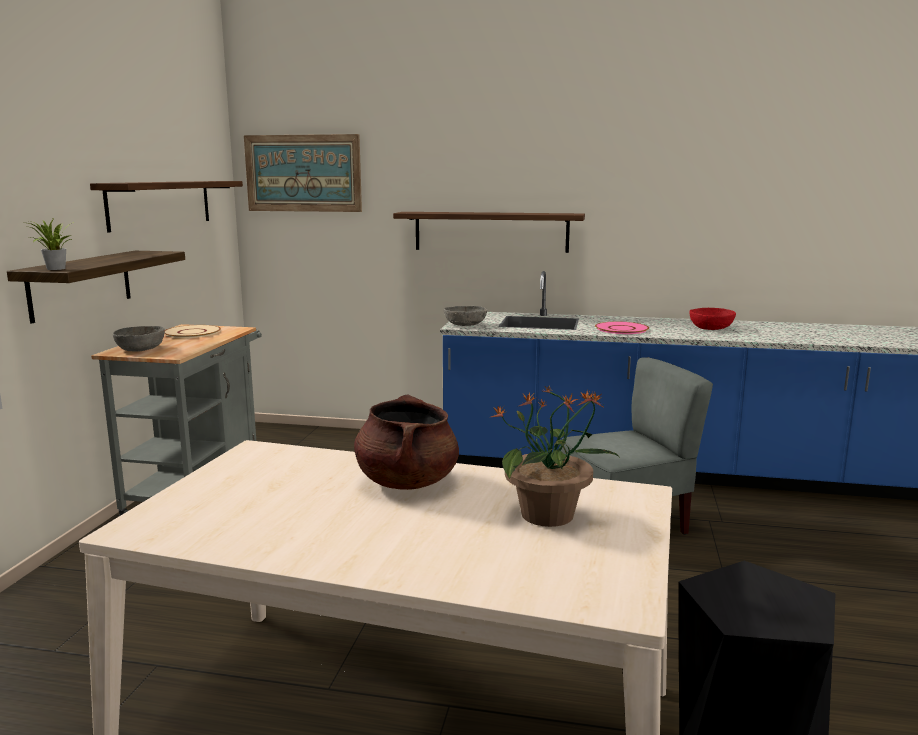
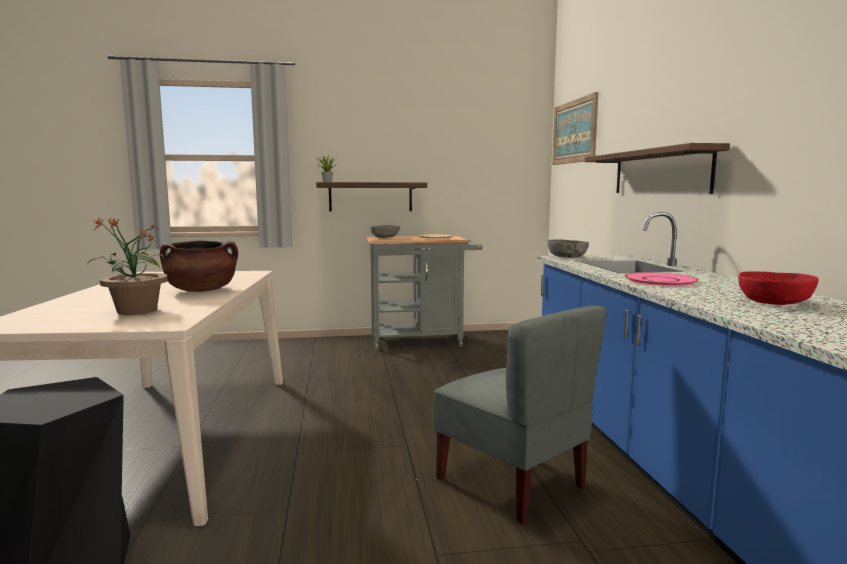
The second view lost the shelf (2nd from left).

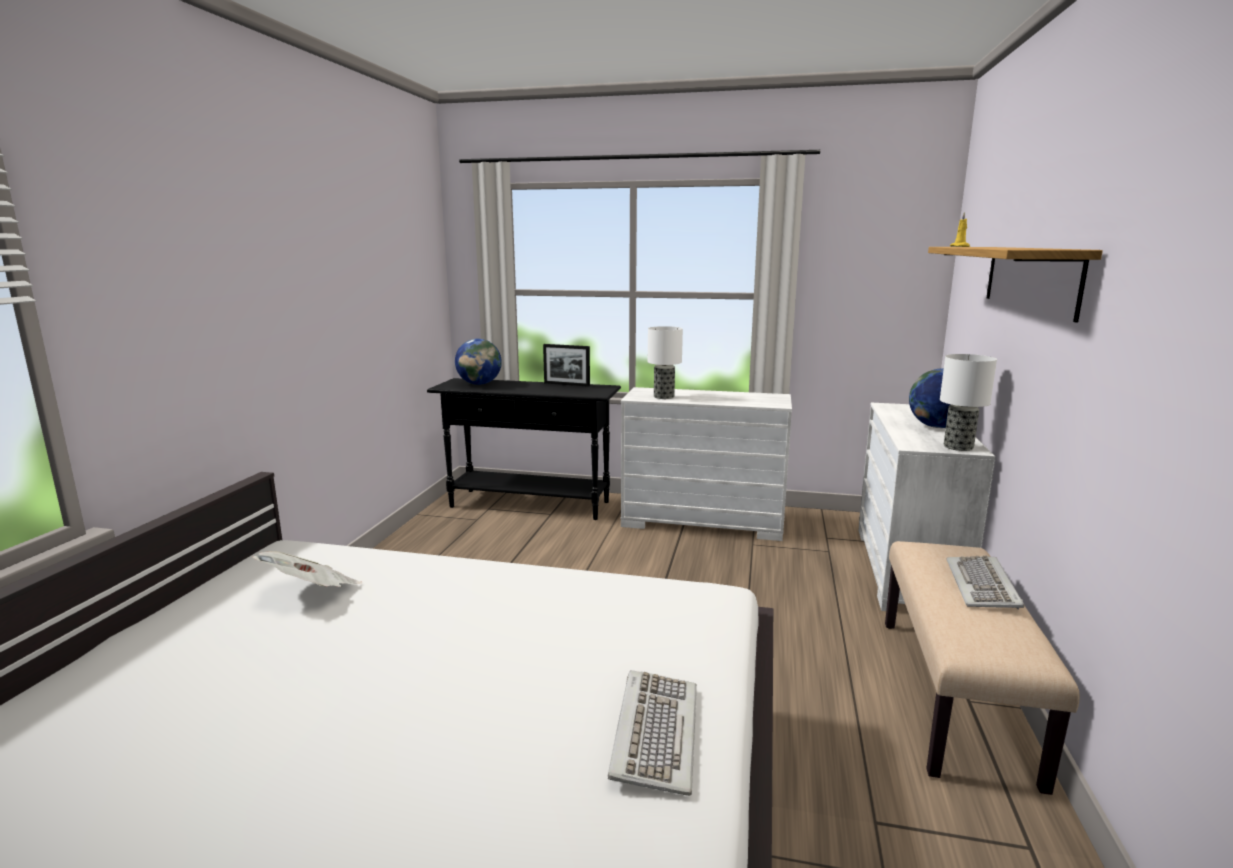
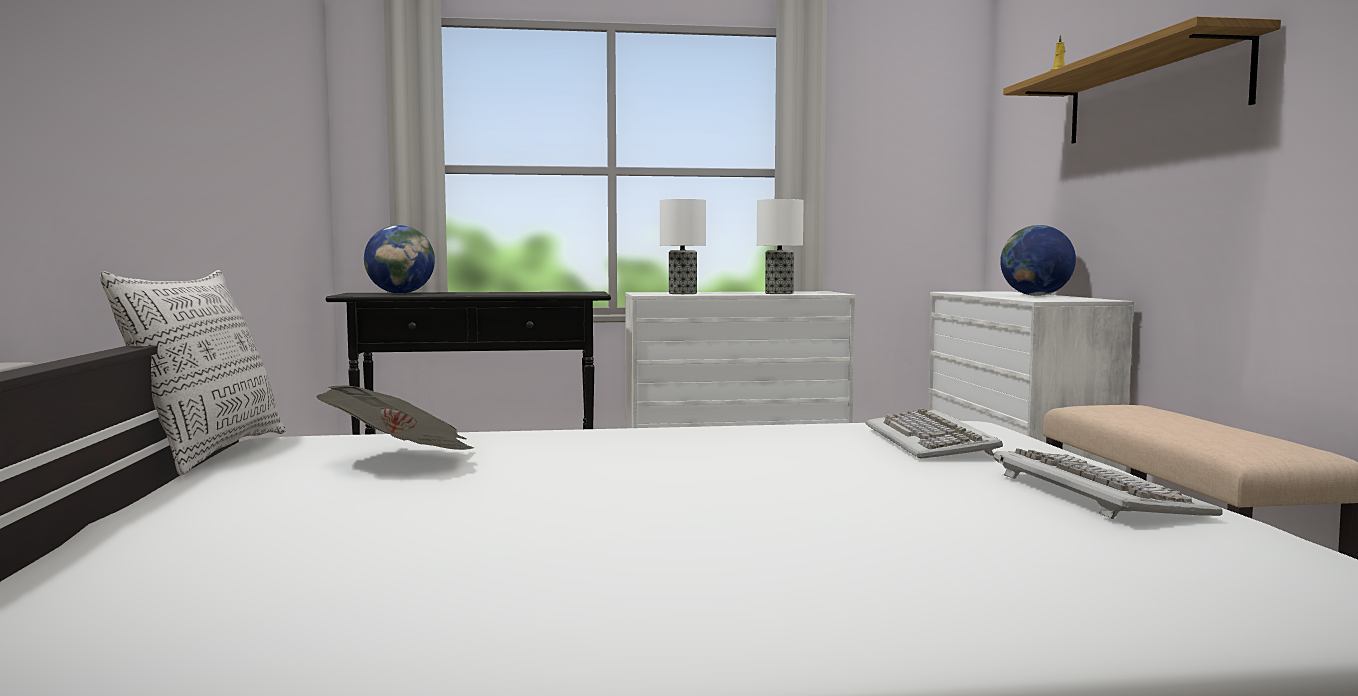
The second view gained the pillow. The table lamp (2nd from left) ended up elsewhere. The keyboard (2nd from left in the first image) ended up elsewhere. The second view lost the picture frame.

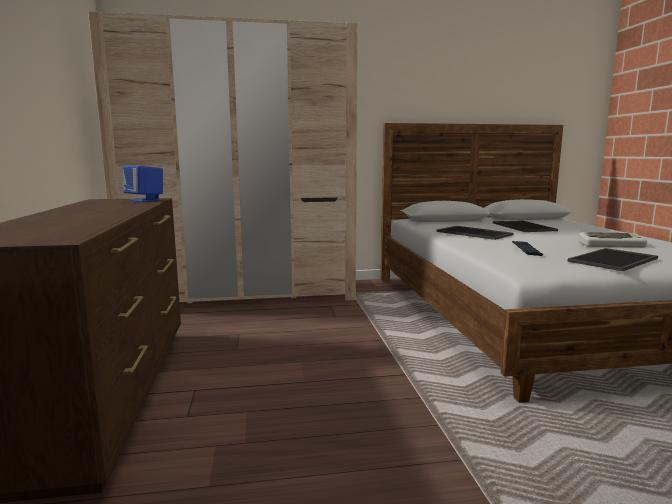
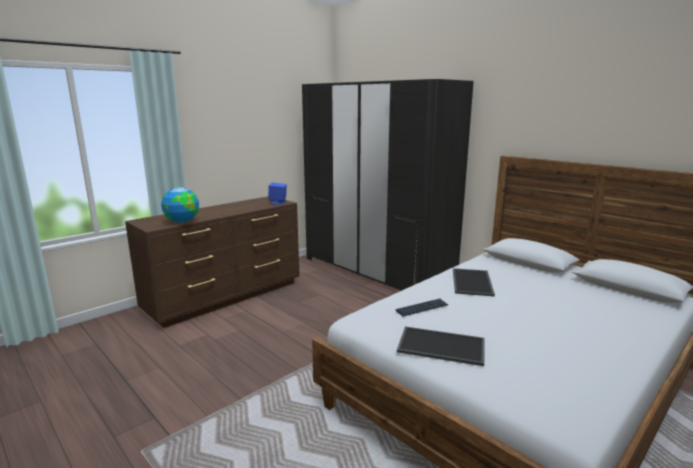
The second view gained the globe. What was the wardrobe in beige turned into the wardrobe in black. The second view lost the tray (2nd from left). The second view lost the keyboard (2nd from left).

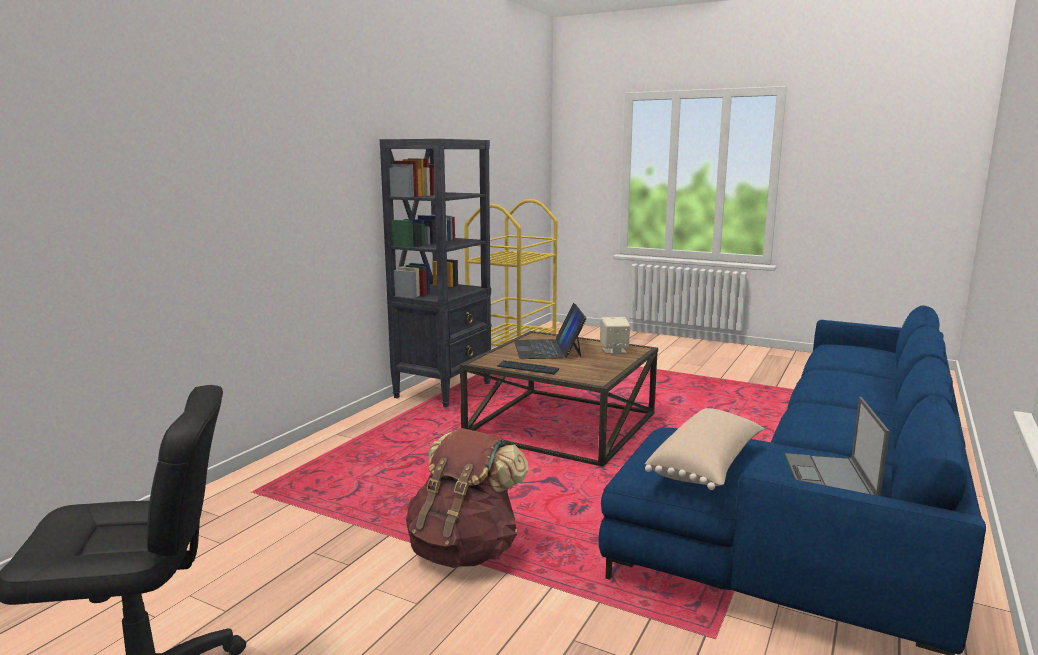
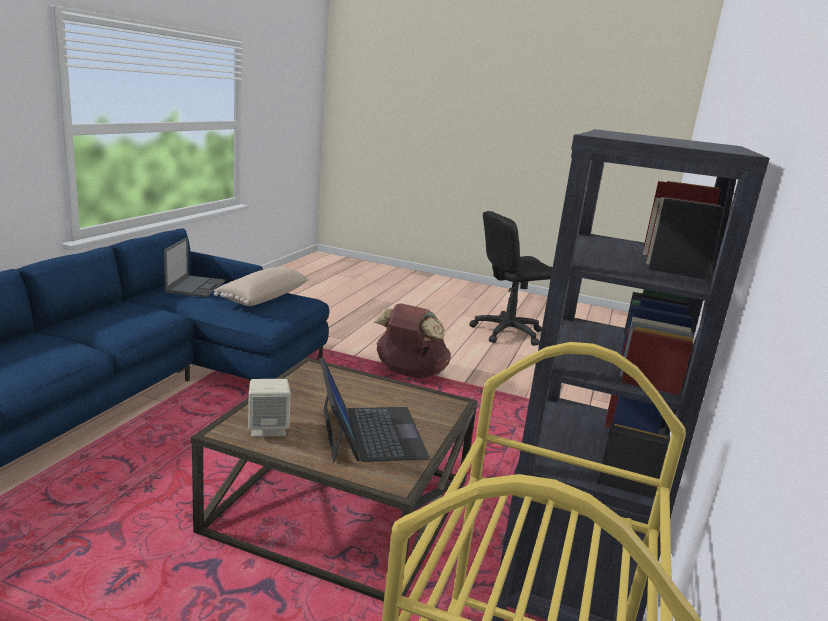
The second view lost the keyboard.

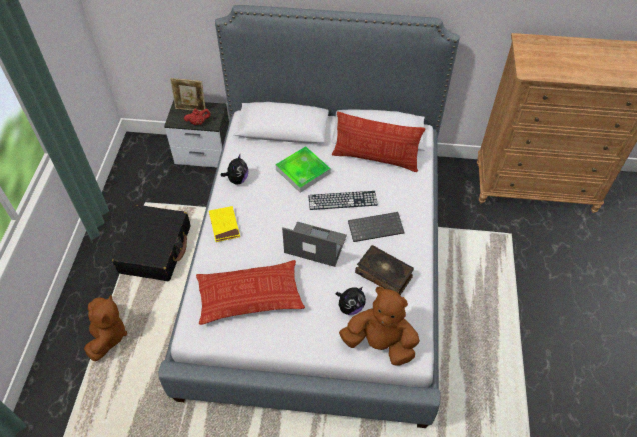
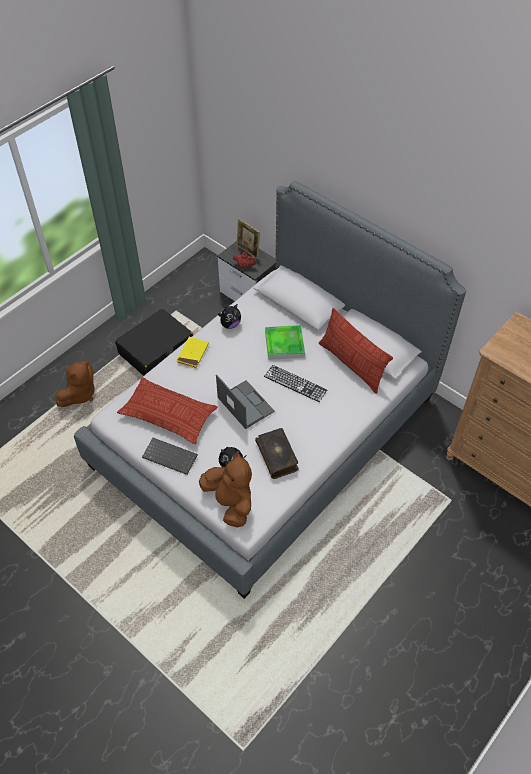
The keyboard (2nd from left in the first image) ended up elsewhere.

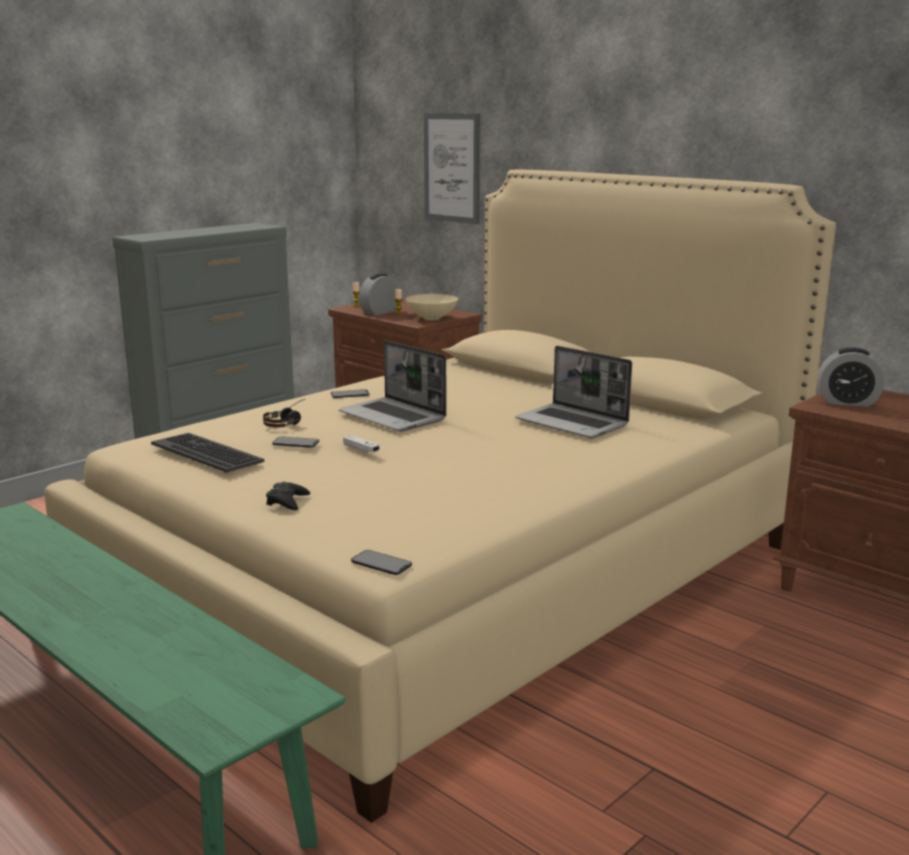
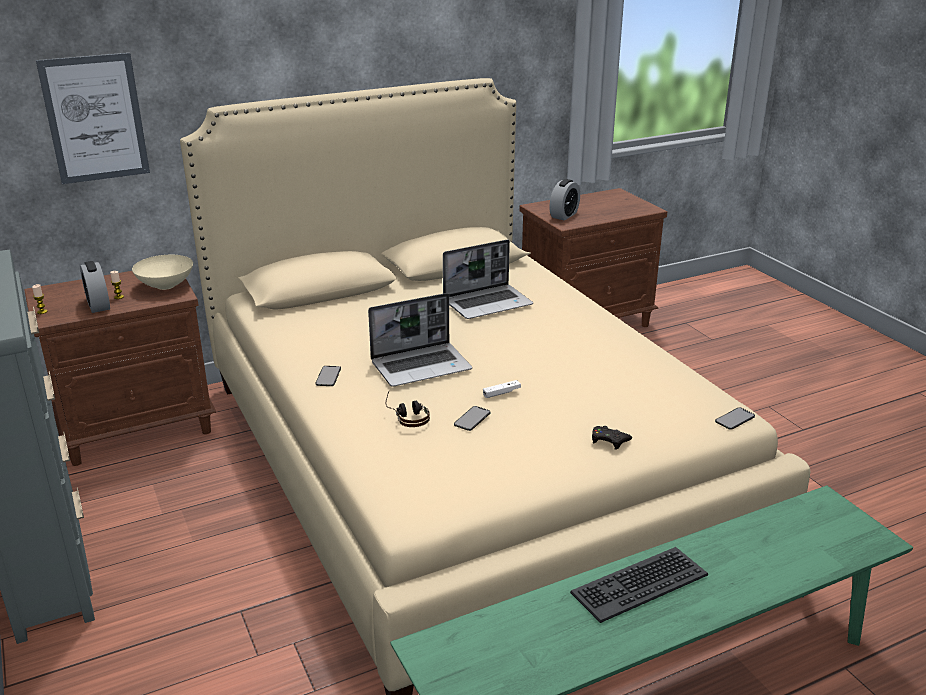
The keyboard ended up elsewhere.

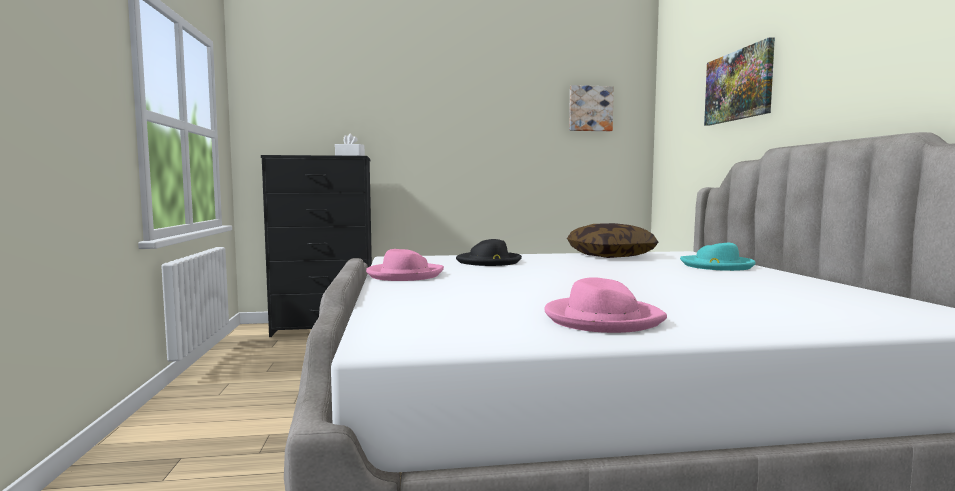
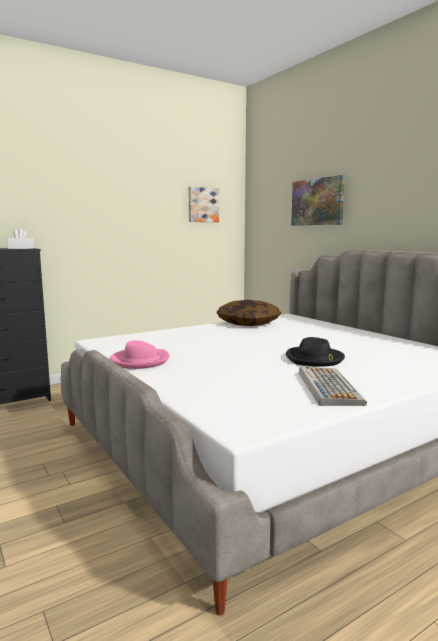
The hat in black ended up elsewhere. Where the hat in pink (2nd from left) stood, the keyboard came to stand. The second view lost the hat in turquoise.

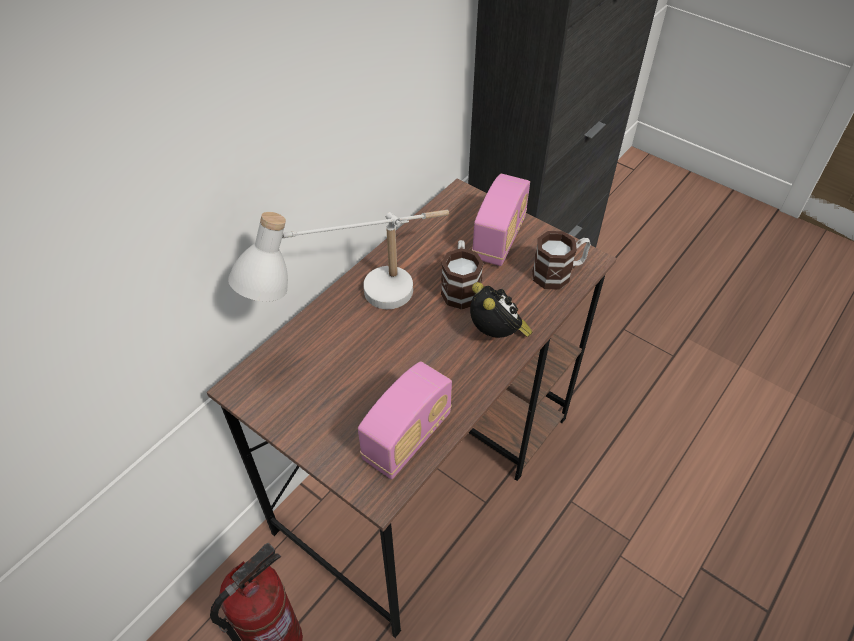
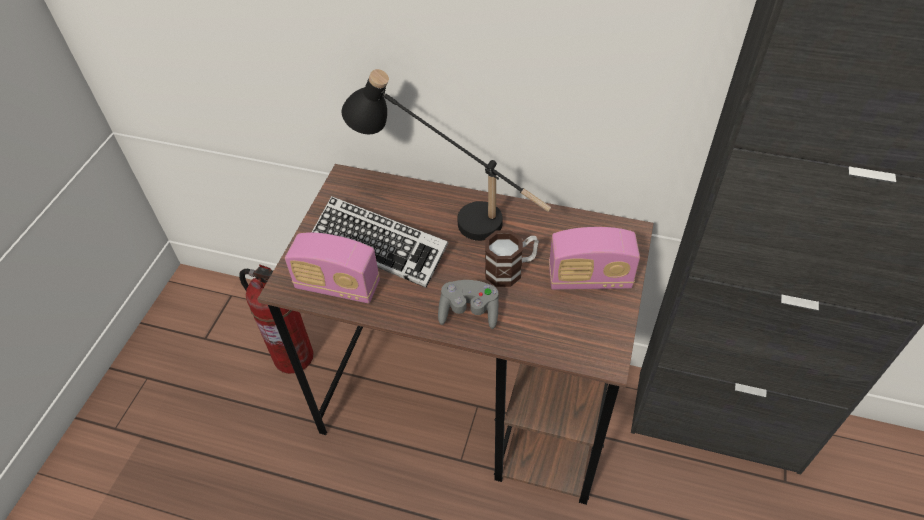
The second view gained the keyboard. What was the table lamp in white turned into the table lamp in black. Where the alarm clock stood, the game controller in grey came to stand. The second view lost the mug (2nd from left).

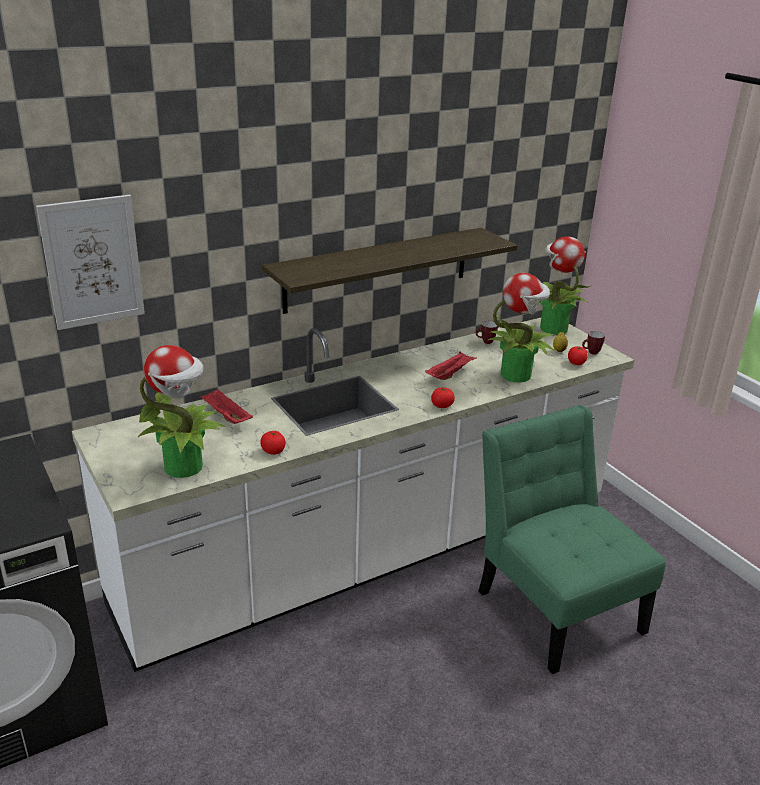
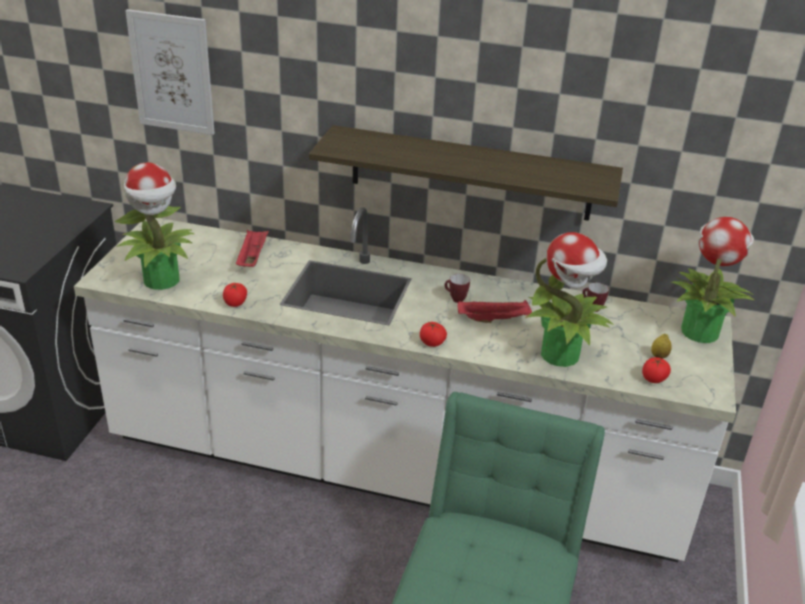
The mug (2nd from left in the first image) ended up elsewhere.

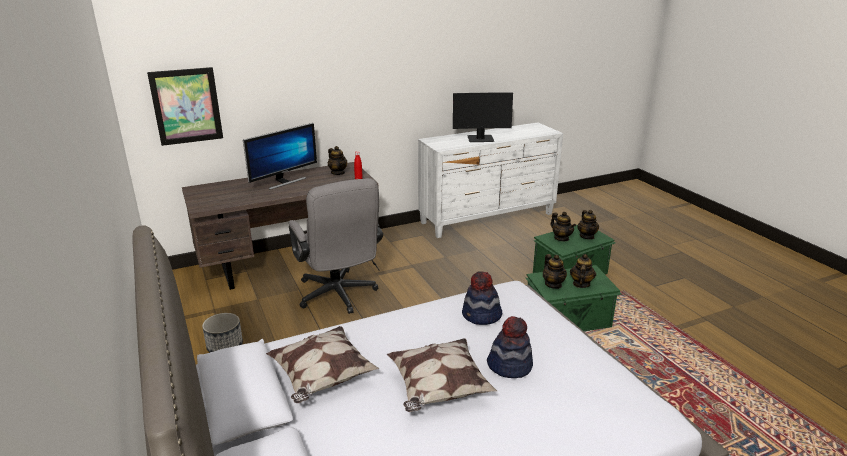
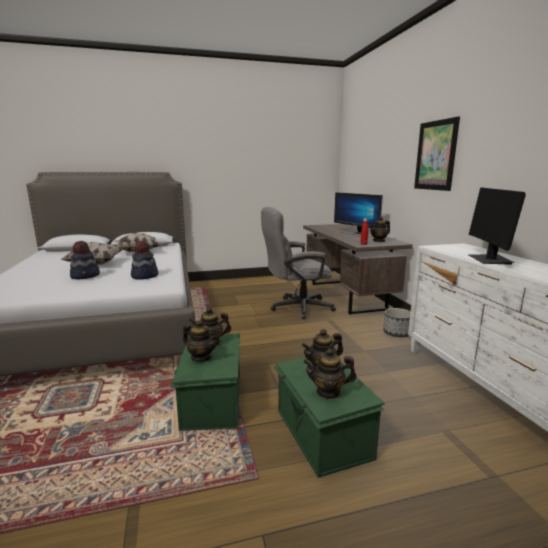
The planter ended up elsewhere. The picture ended up elsewhere.

